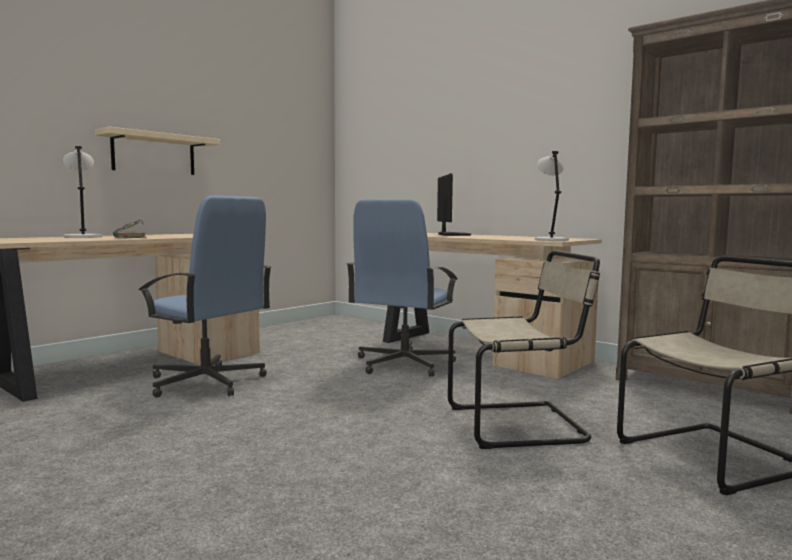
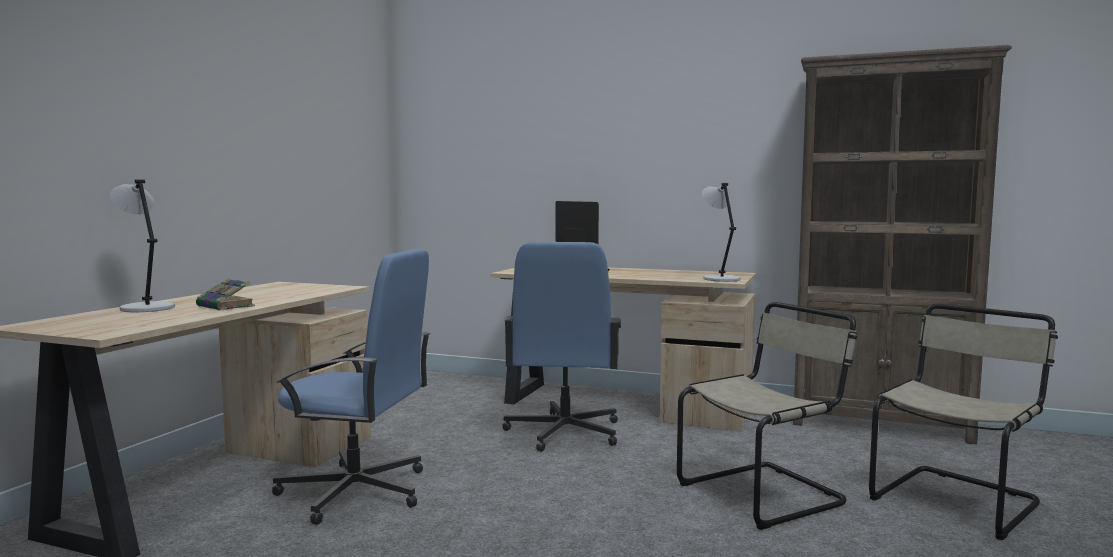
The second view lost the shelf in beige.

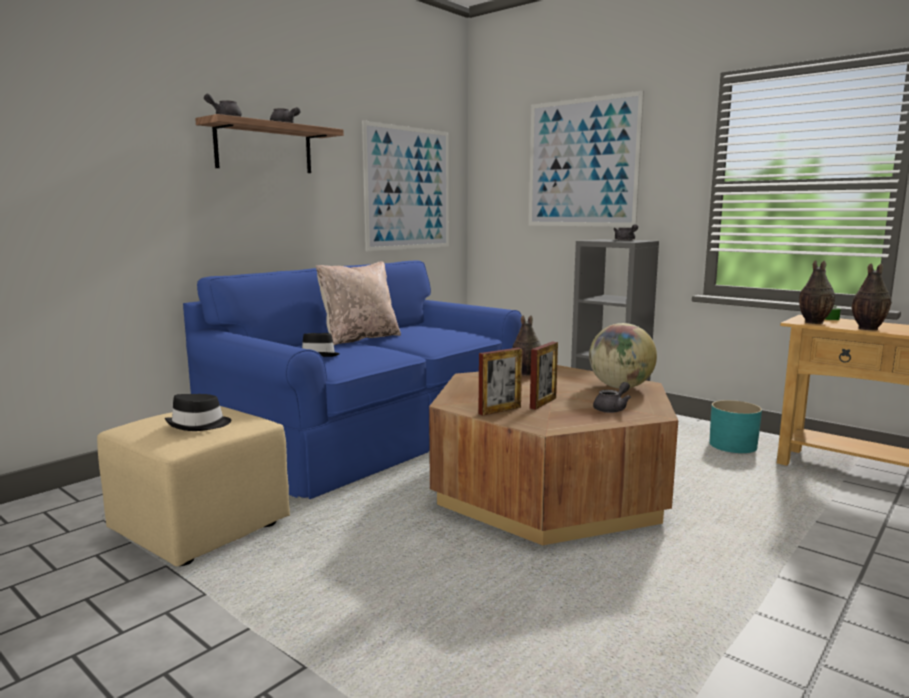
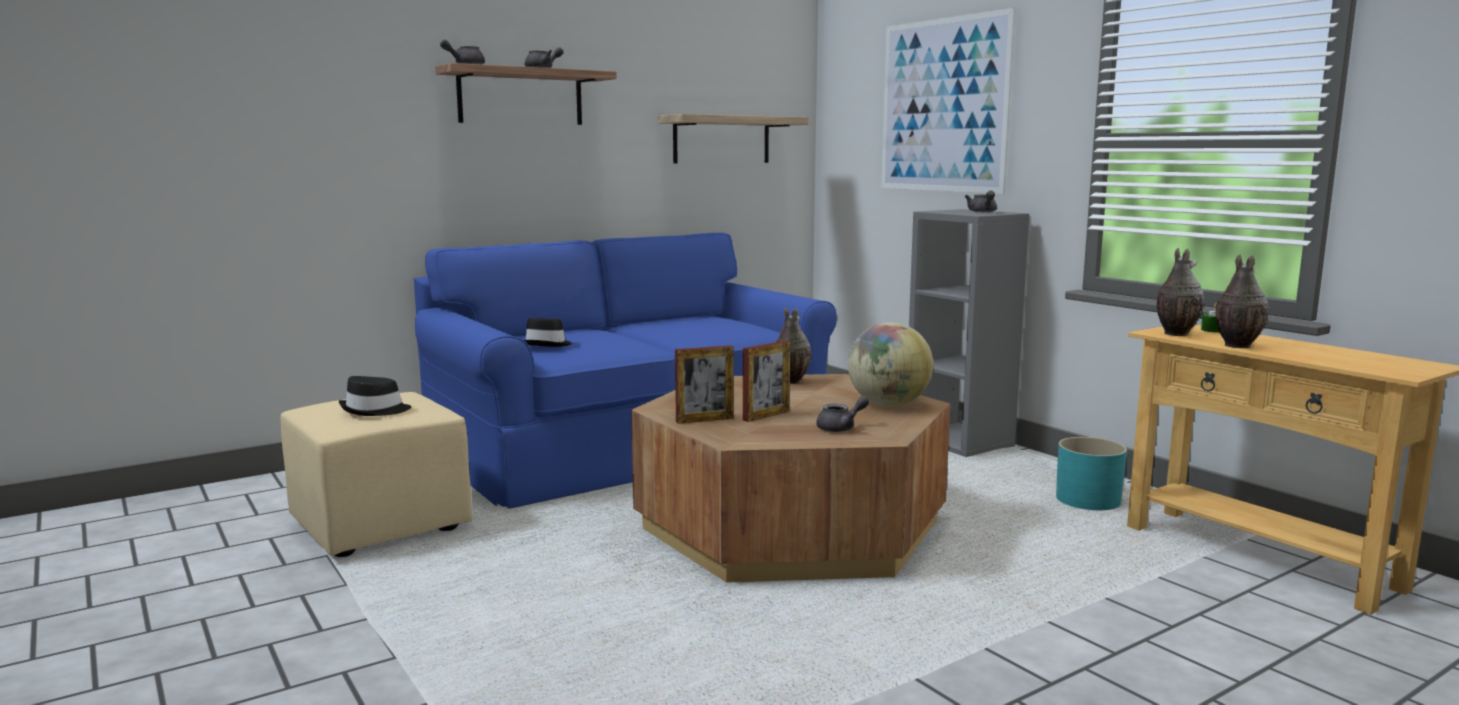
Where the picture (1st from left) hung, the shelf (2nd from left) came to hang. The second view lost the pillow in beige.

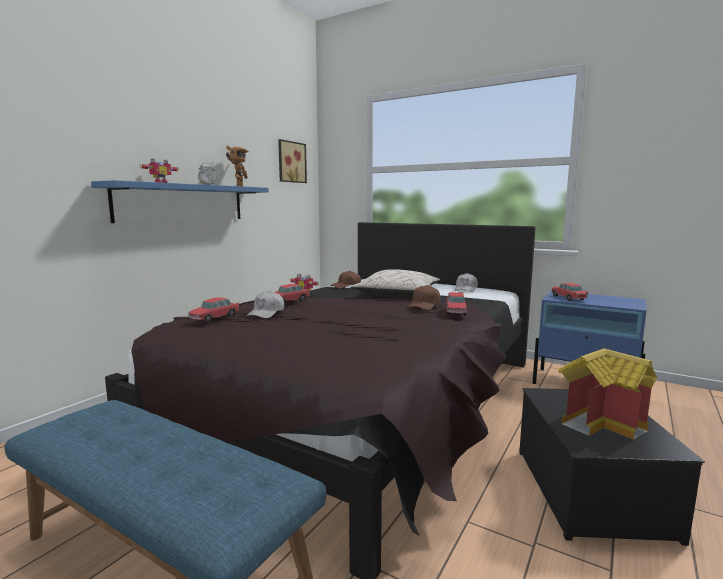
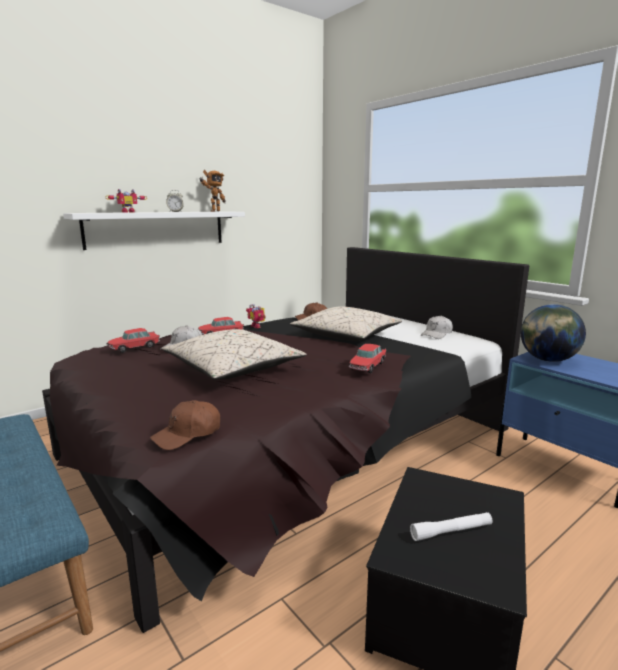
What was the shelf in blue turned into the shelf in white. The cap in brown (2nd from left in the first image) ended up elsewhere. The second view gained the pillow in beige (1st from left). Where the toy house stood, the flashlight in white came to stand. Where the toy car (4th from left) stood, the globe came to stand. The second view lost the picture.

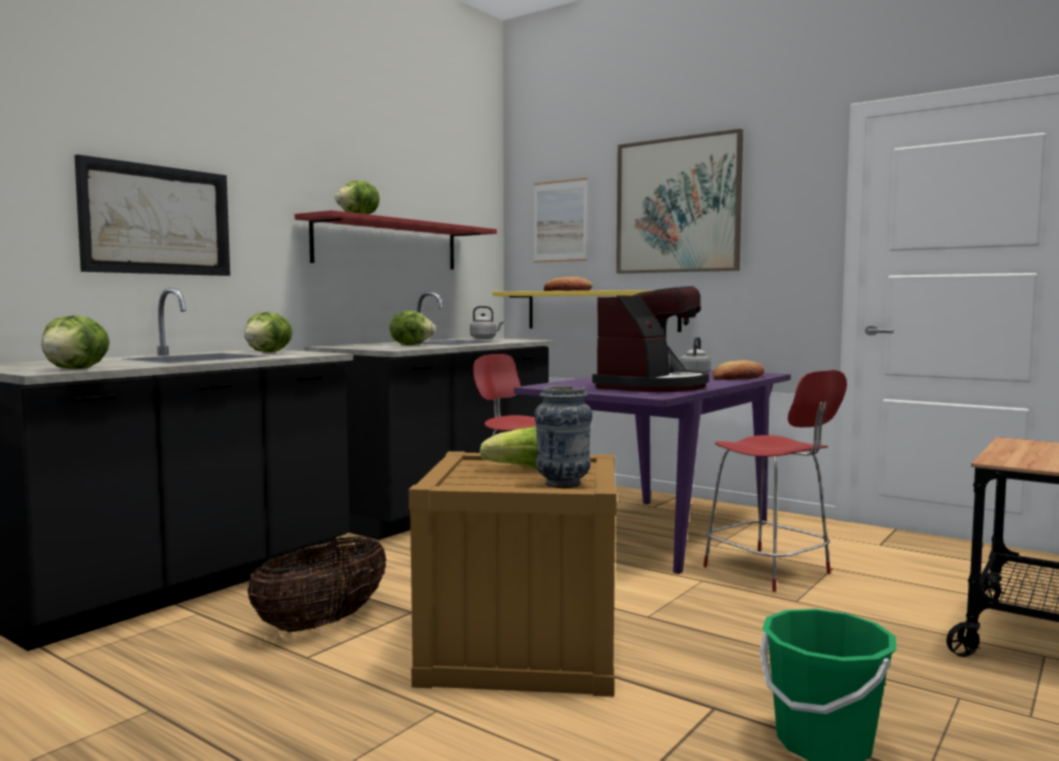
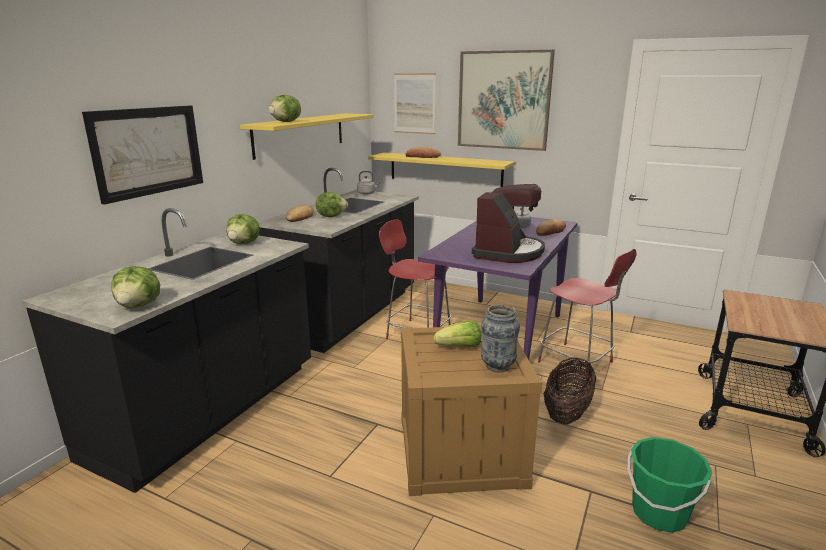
What was the shelf in red turned into the shelf in yellow (1st from left). The second view gained the bread (1st from left). The basket ended up elsewhere.

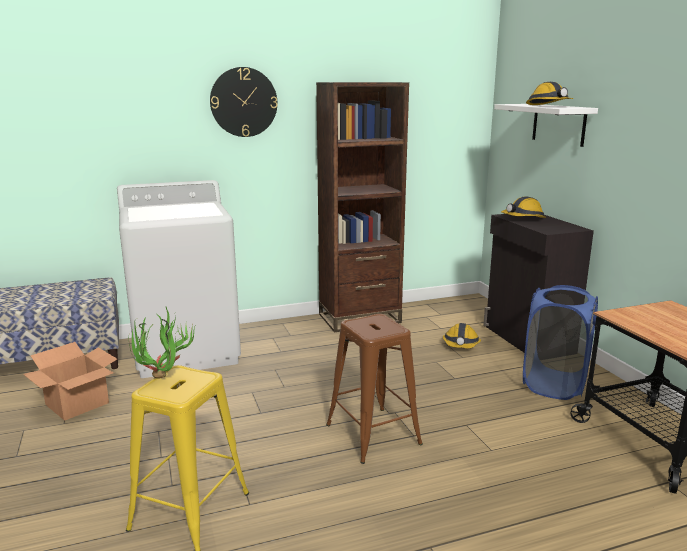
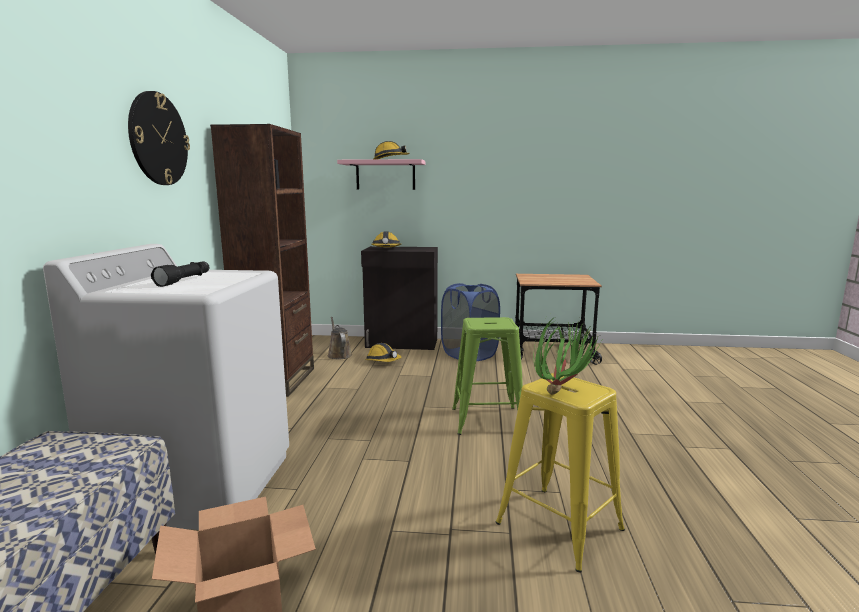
The second view gained the flashlight in black. The second view gained the watering can in brown. What was the shelf in white turned into the shelf in pink. What was the stool in brown turned into the stool in green.

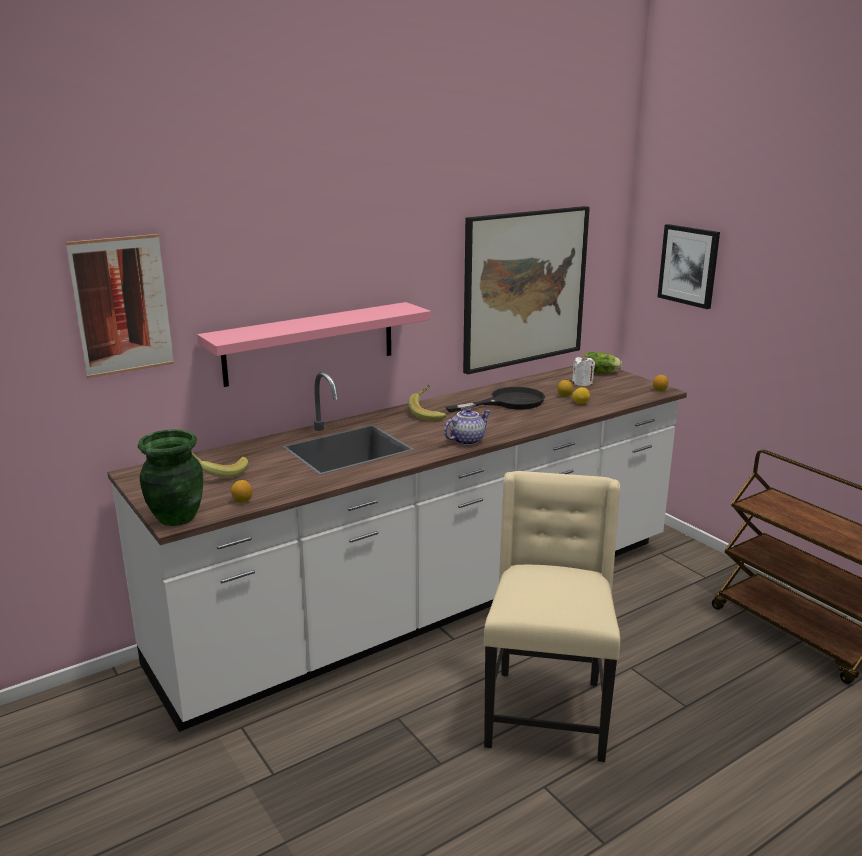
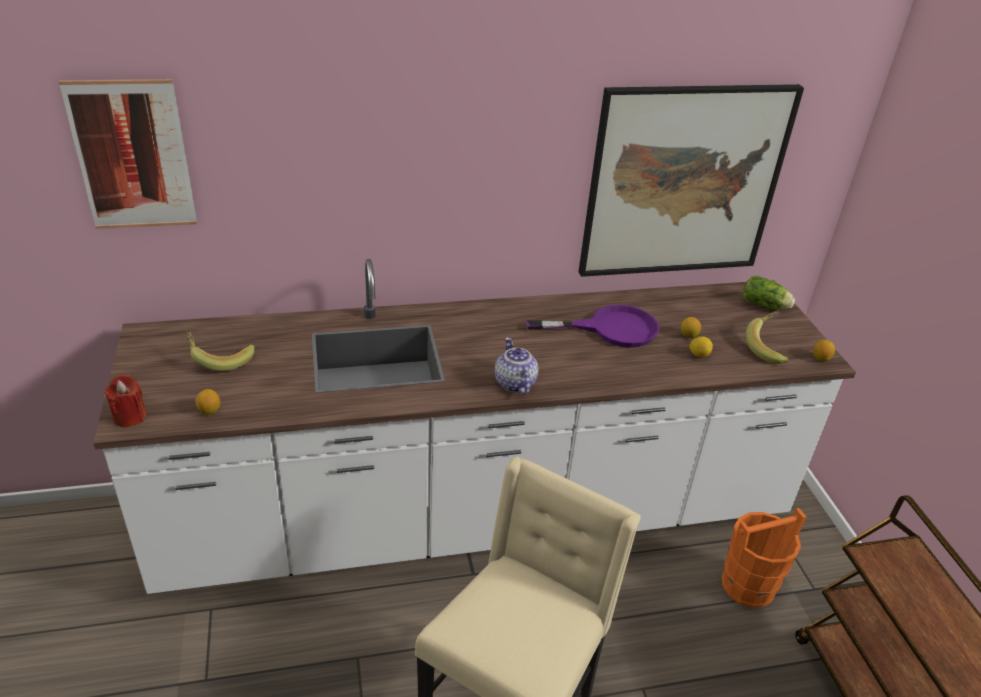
Where the vase in green stood, the candle in red came to stand. The teapot ended up facing another way, 90 degrees counterclockwise from before. What was the frying pan in black turned into the frying pan in purple. The second view gained the bucket in orange. The banana (2nd from left) ended up elsewhere. The second view lost the shelf in pink. The second view lost the candle in white. The second view lost the picture (3rd from left).

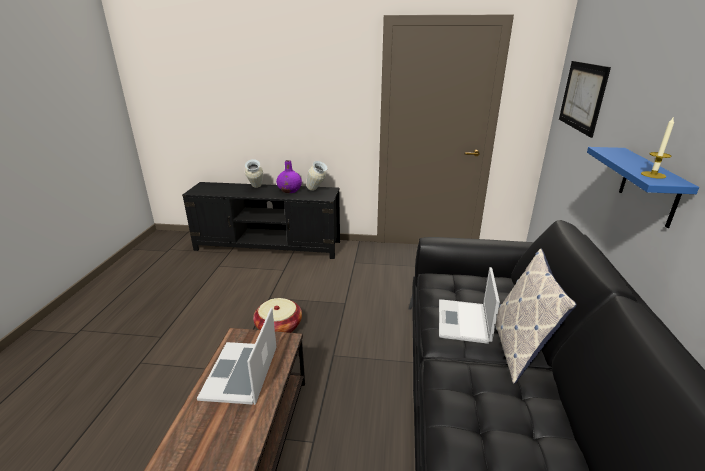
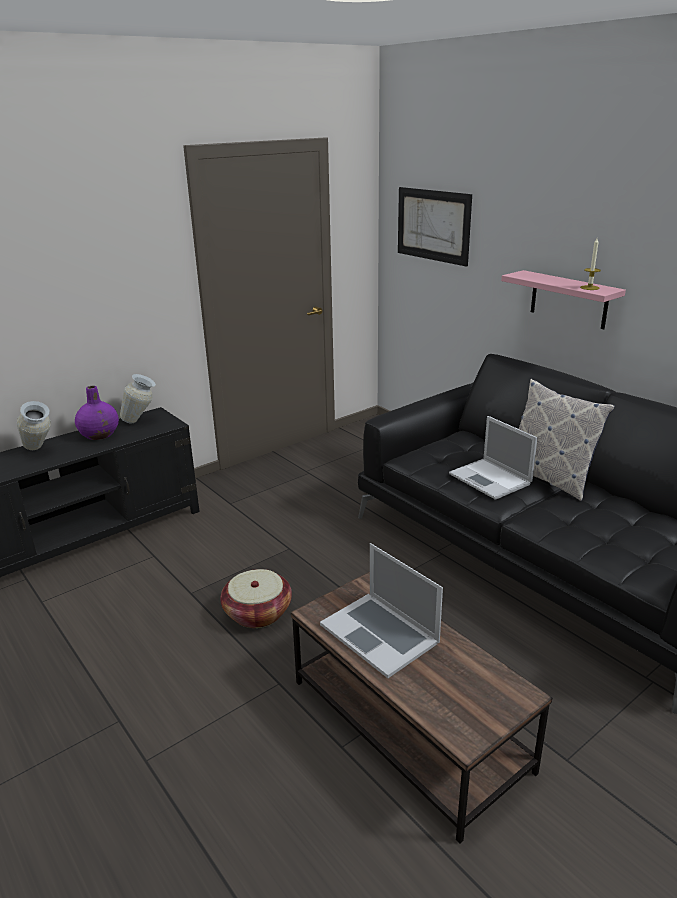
What was the shelf in blue turned into the shelf in pink.

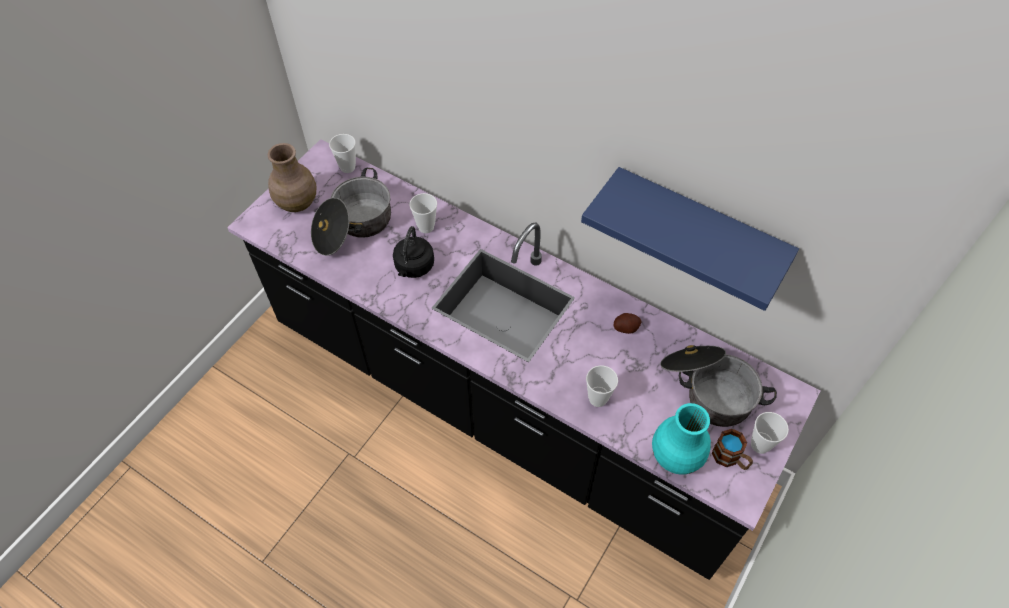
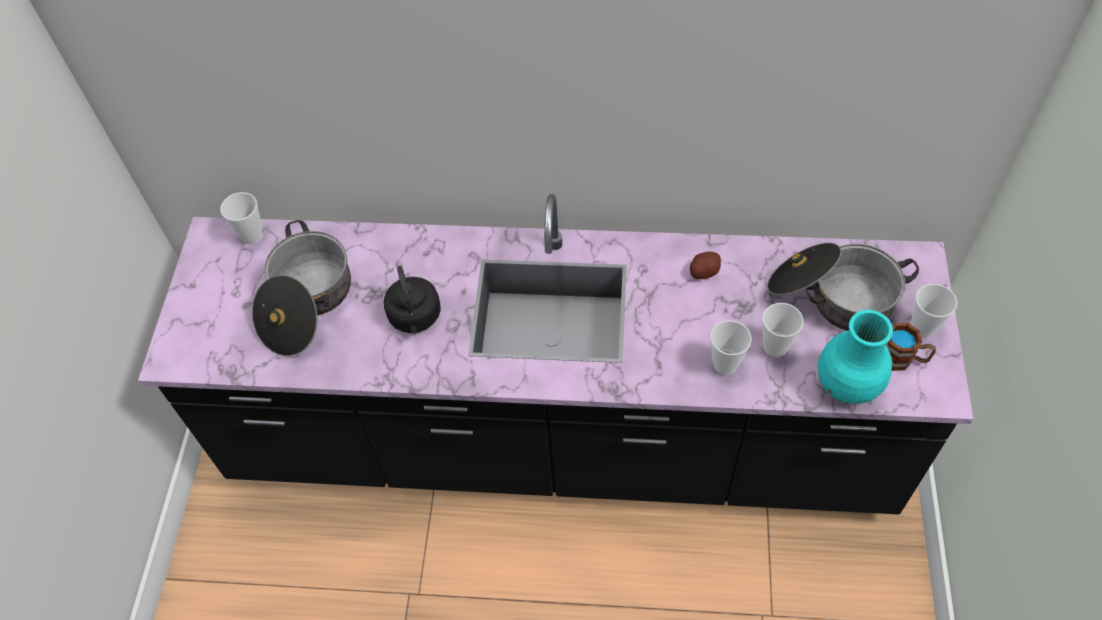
The cup (2nd from left in the first image) ended up elsewhere. The second view lost the vase in brown. The second view lost the shelf in blue.

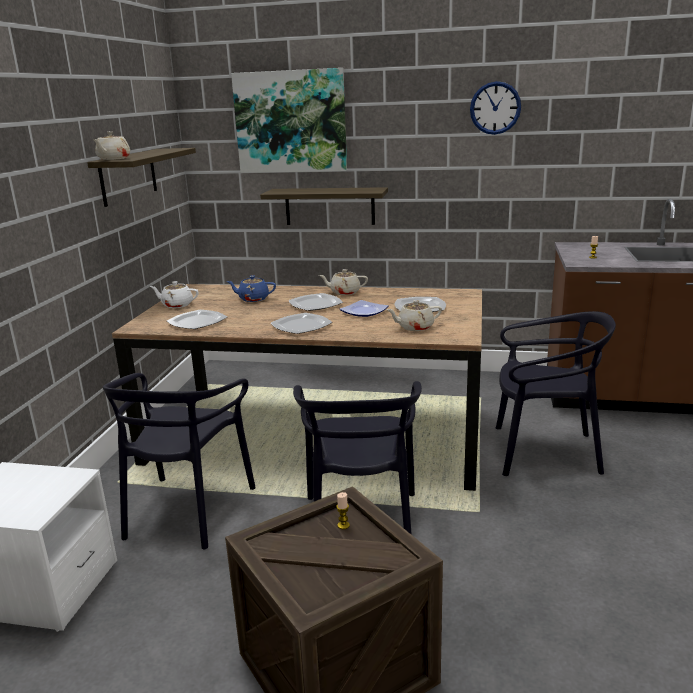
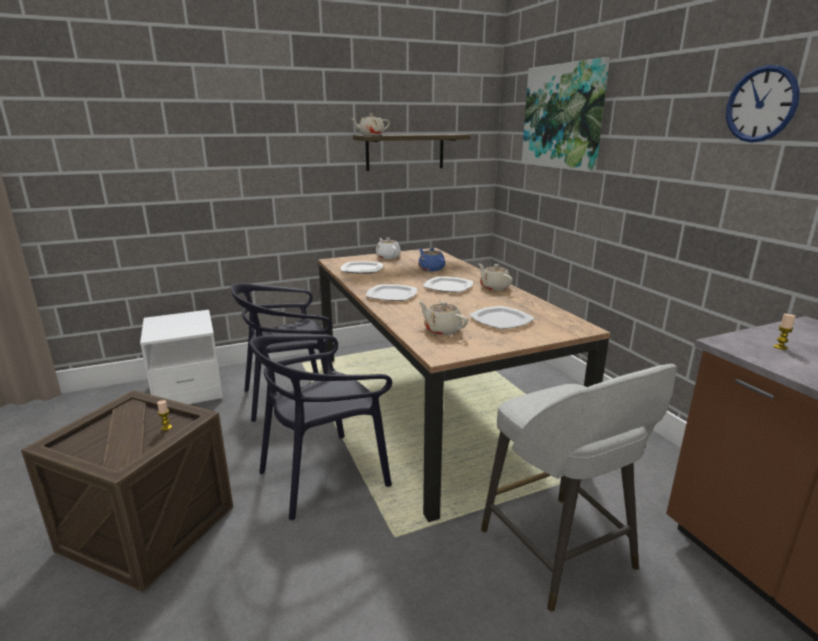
Where the chair in black (3rd from left) stood, the stool in grey came to stand. The second view lost the shelf (2nd from left). The second view lost the plate (4th from left).

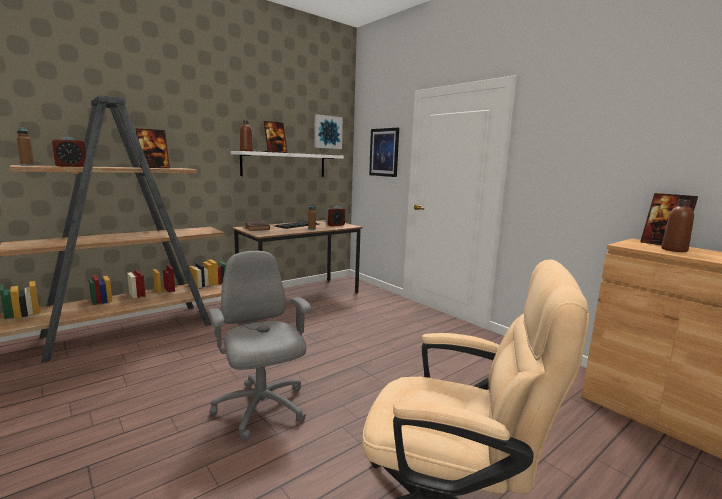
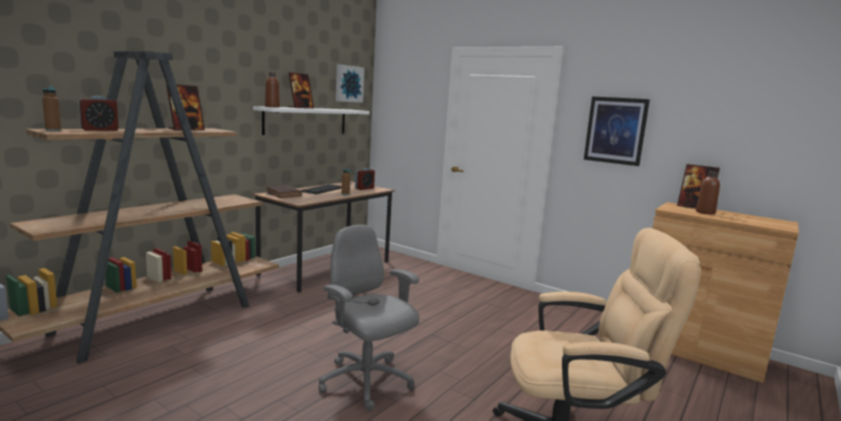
The picture (2nd from left) ended up elsewhere.

